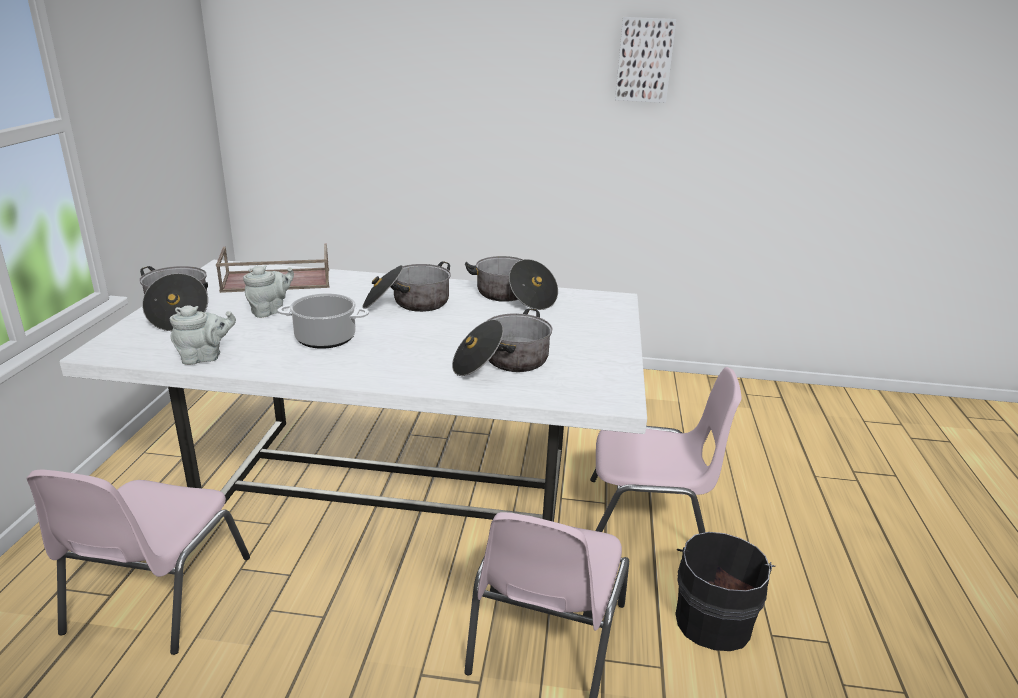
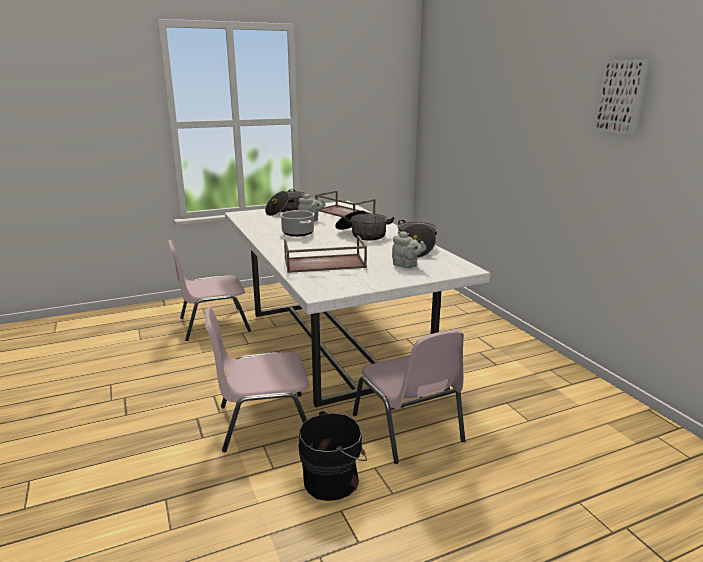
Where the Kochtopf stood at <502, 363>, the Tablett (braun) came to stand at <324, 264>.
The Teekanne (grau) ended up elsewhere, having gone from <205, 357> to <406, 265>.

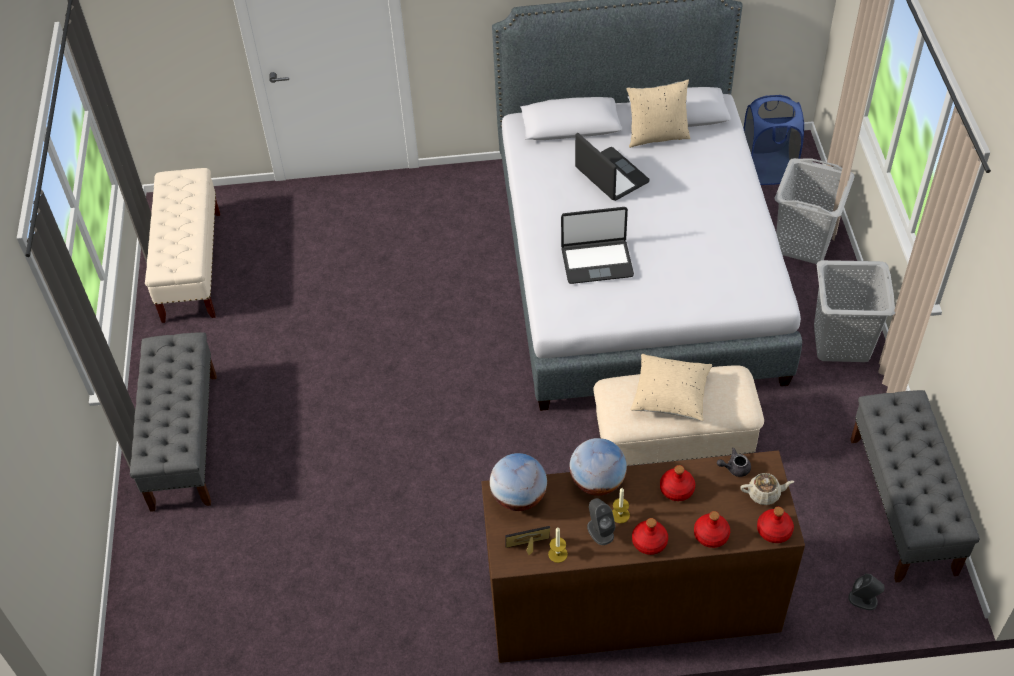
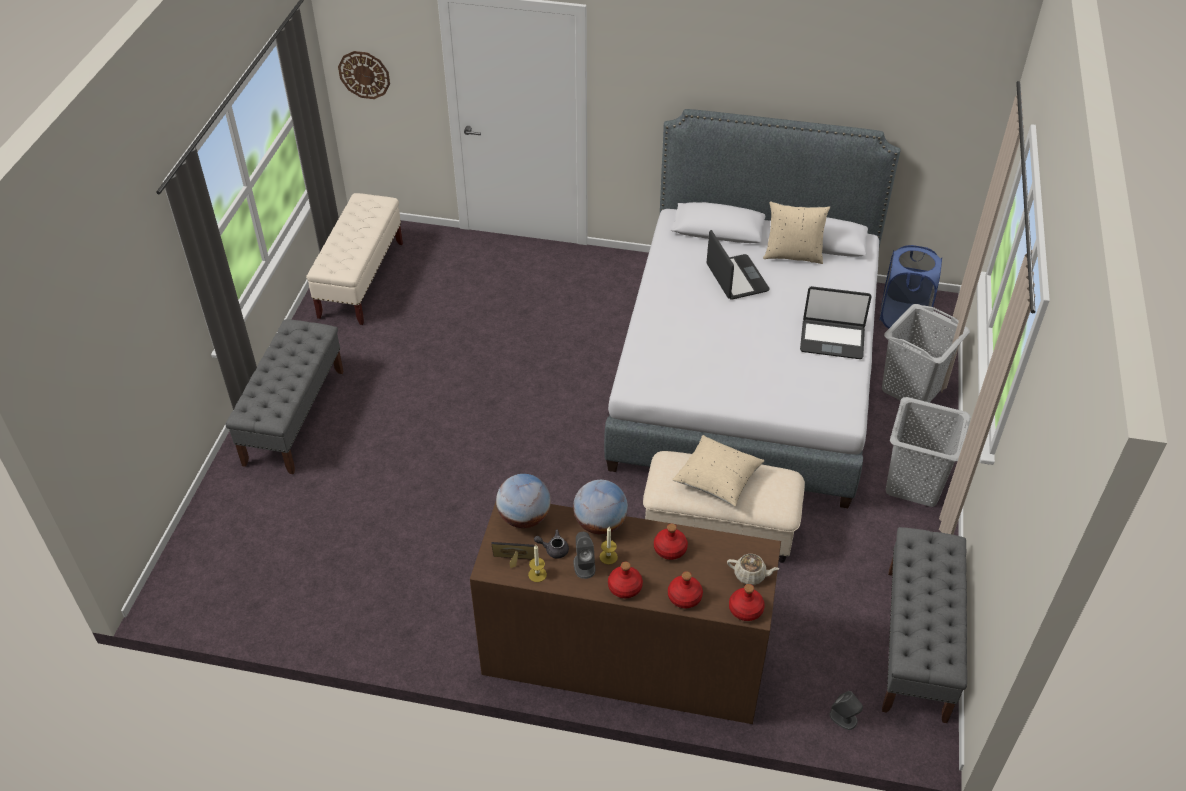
The second view gained the Wanduhr at <364, 74>.
The Teekanne (grau) ended up elsewhere, having gone from <734, 468> to <553, 549>.
The Laptop ended up elsewhere, having gone from <597, 262> to <832, 339>.

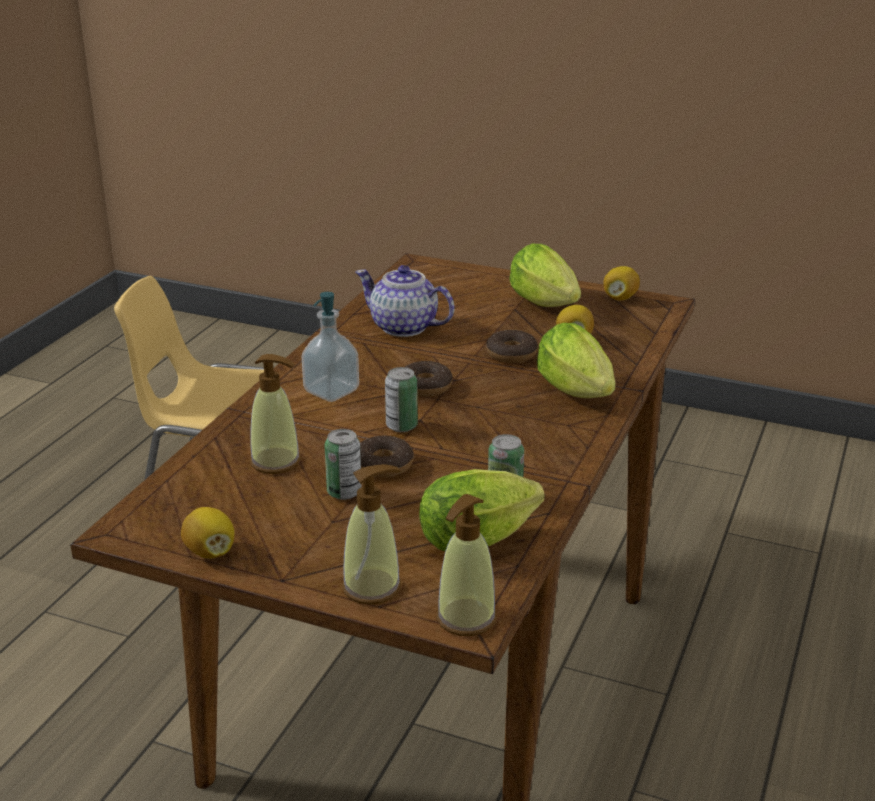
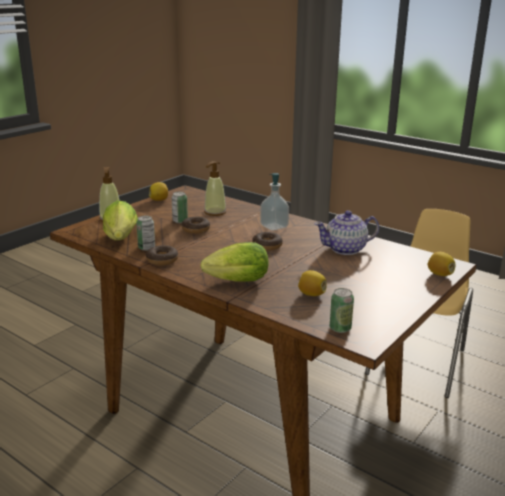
The Donut ended up elsewhere, having gone from <511, 354> to <162, 260>.
The Teekanne at <404, 327> ended up facing another way, 150 degrees counterclockwise from before.
The Dose ended up elsewhere, having gone from <401, 426> to <340, 328>.
The Zitrone ended up elsewhere, having gone from <620, 298> to <440, 274>.
The second view lost the Seifenspender at <466, 618>.
The second view lost the Salatkopf at <547, 305>.

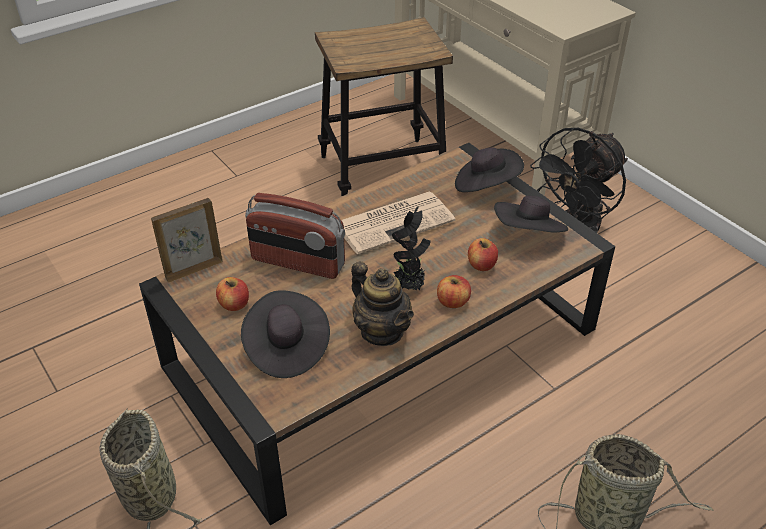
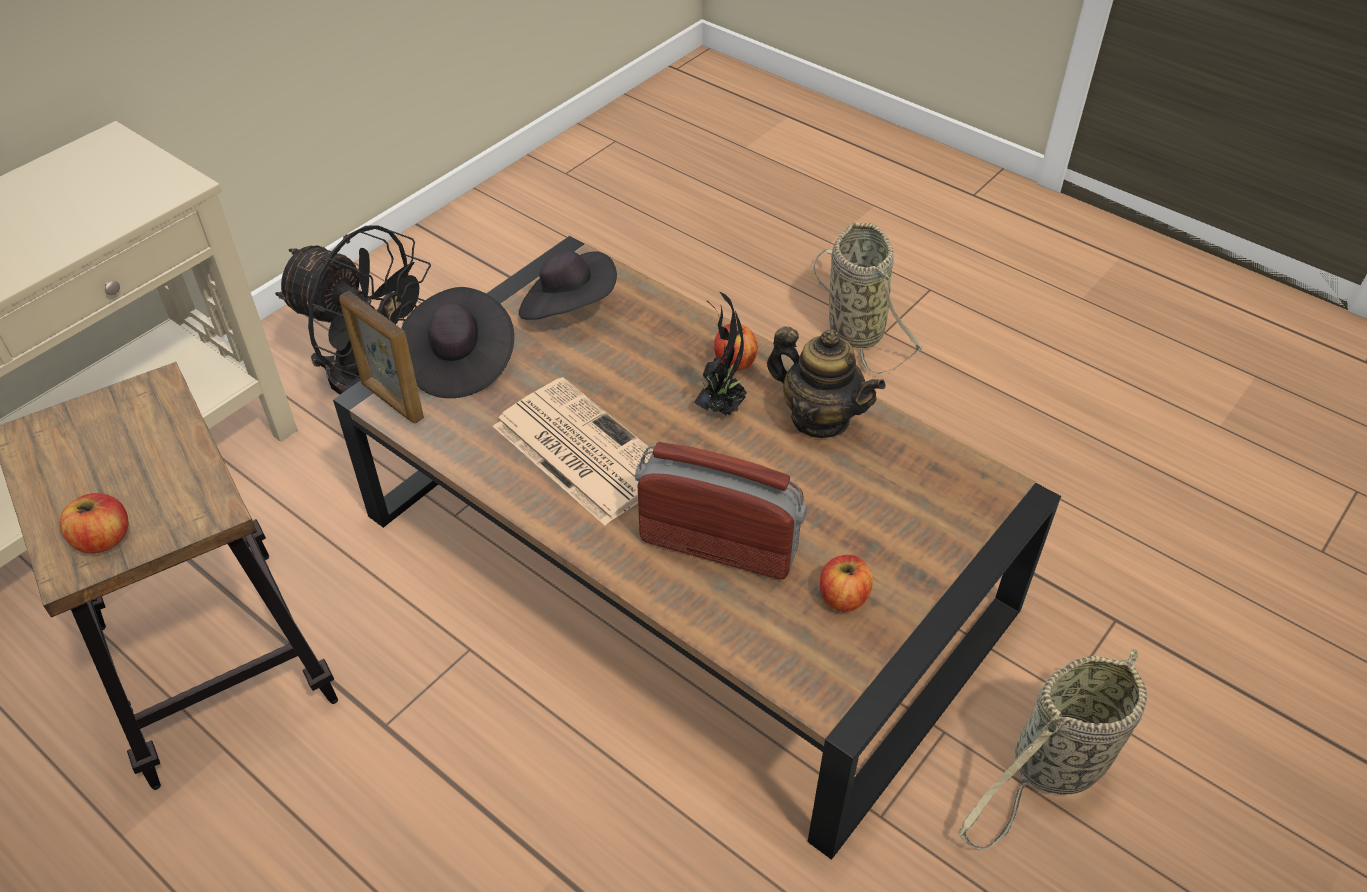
The Apfel ended up elsewhere, having gone from <481, 265> to <104, 539>.
The Bilderrahmen ended up elsewhere, having gone from <193, 269> to <392, 401>.
The Radio at <297, 263> ended up facing another way, 75 degrees counterclockwise from before.
The Teekanne at <382, 331> ended up facing another way, 90 degrees clockwise from before.
The second view lost the Hut (schwarz) at <286, 348>.

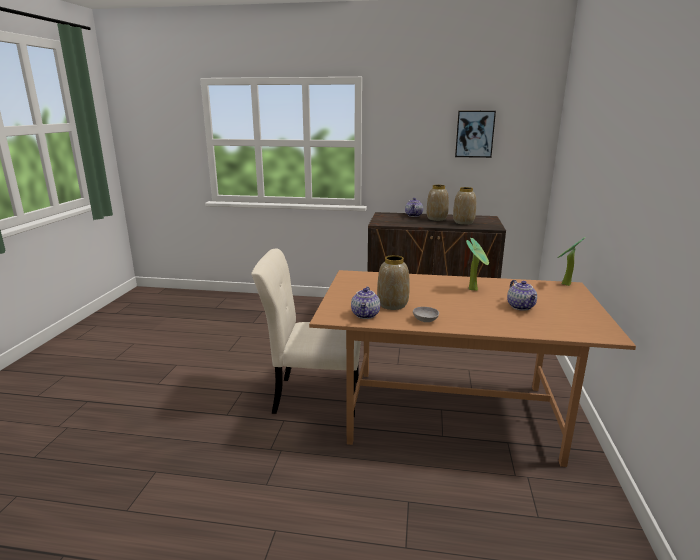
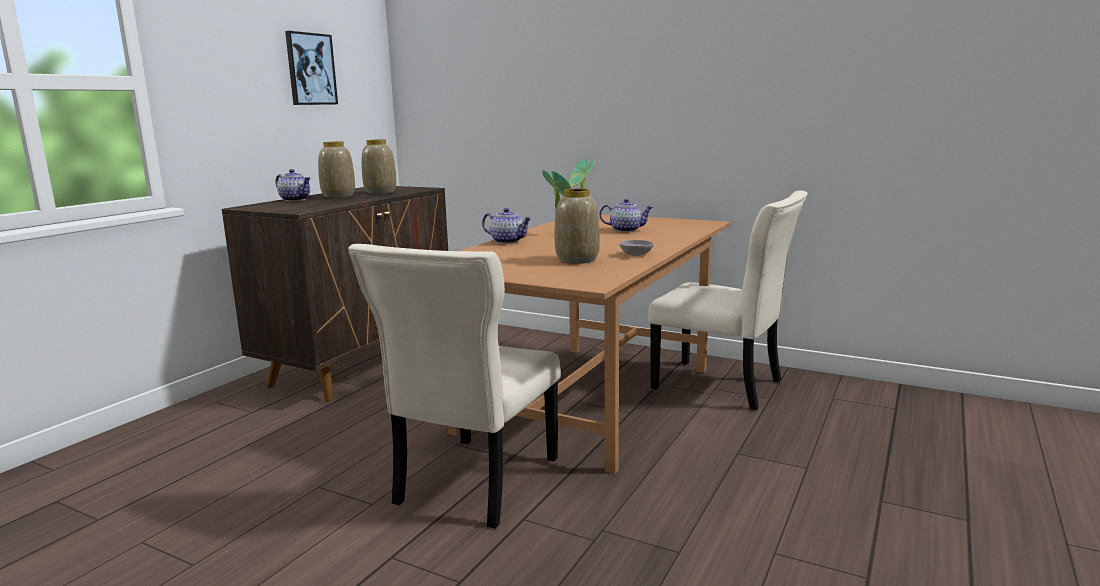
The Teekanne ended up elsewhere, having gone from <366, 315> to <508, 241>.
The second view gained the Stuhl (beige) at <722, 386>.

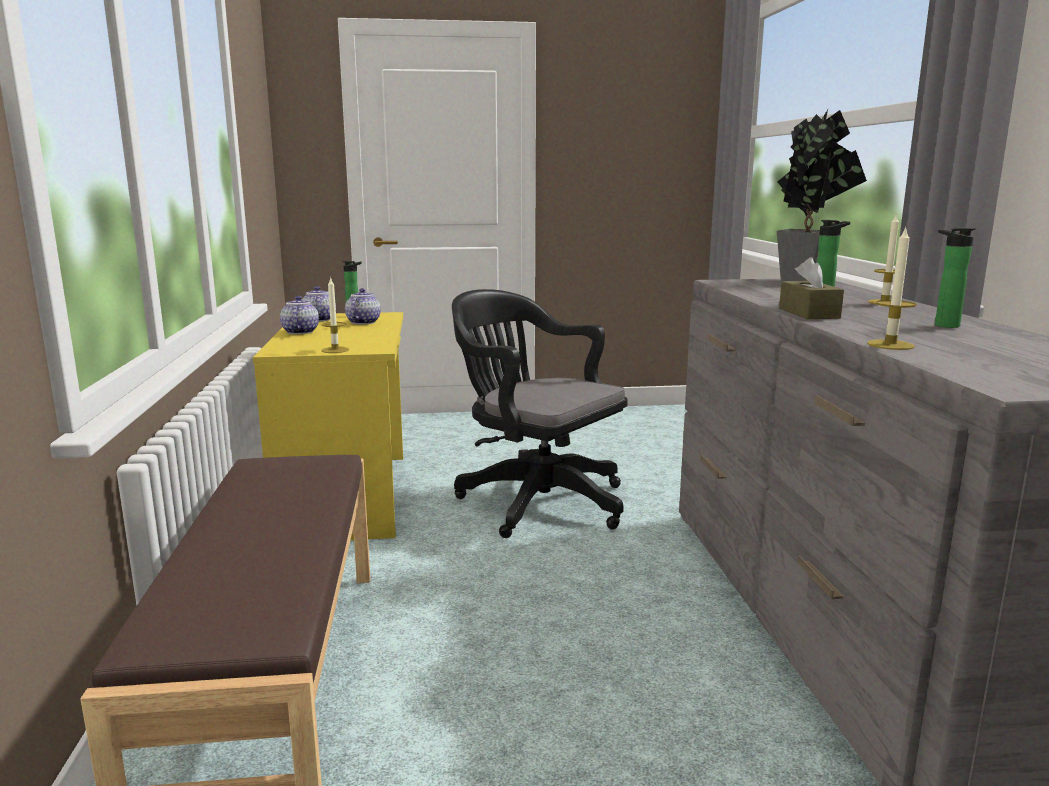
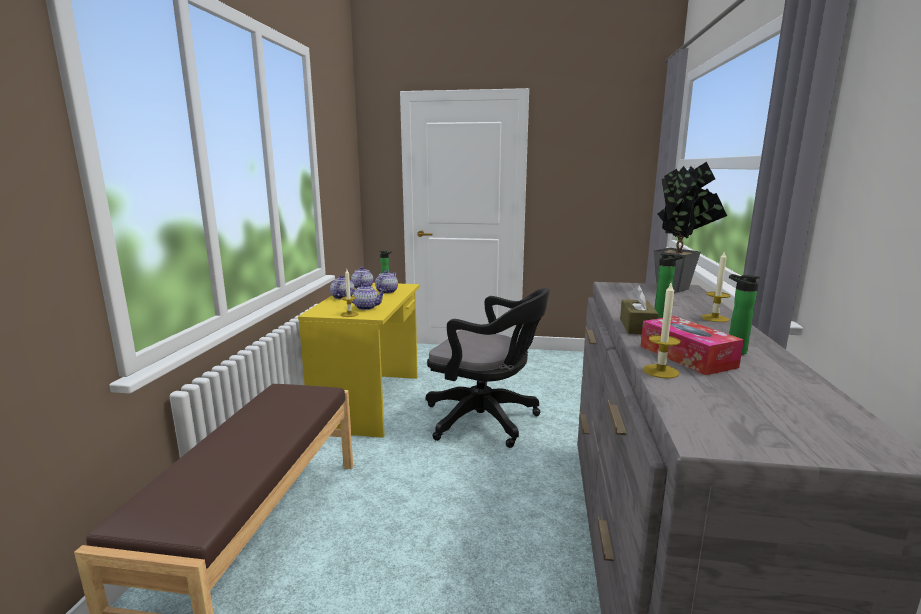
The second view gained the Teekanne at <367, 307>.
The Bürostuhl (schwarz) at <536, 500> ended up facing another way, 150 degrees clockwise from before.
The second view gained the Taschentuchbox at <687, 356>.

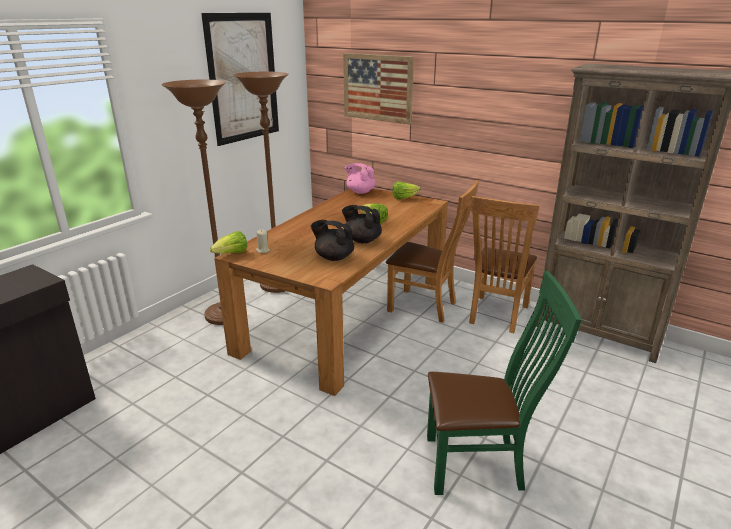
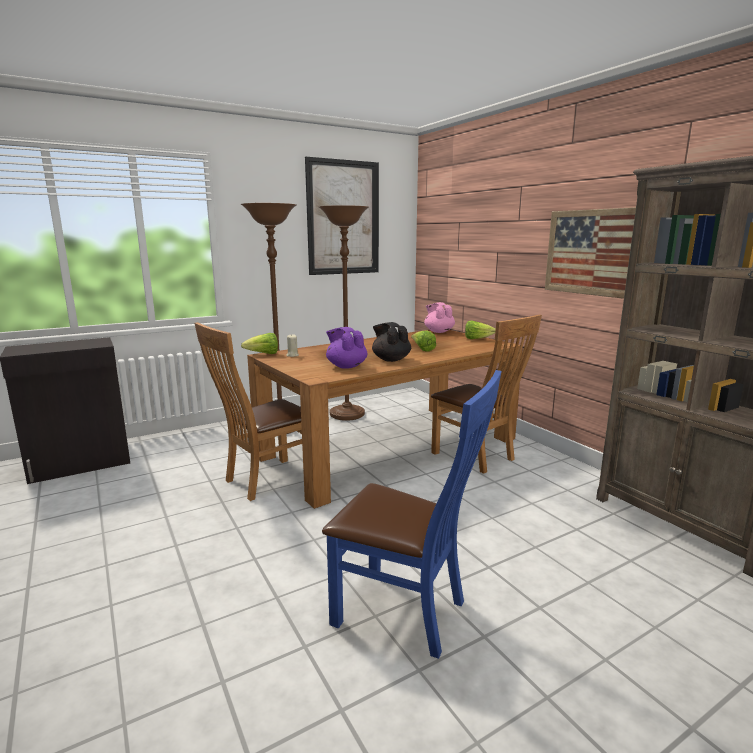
The Stuhl (braun) ended up elsewhere, having gone from <496, 316> to <265, 480>.
What was the Stuhl (grün) at <480, 464> turned into the Stuhl (blau) at <407, 613>.
What was the Teekanne (schwarz) at <333, 257> turned into the Teekanne (lila) at <346, 366>.
The Bild ended up elsewhere, having gone from <377, 88> to <592, 252>.

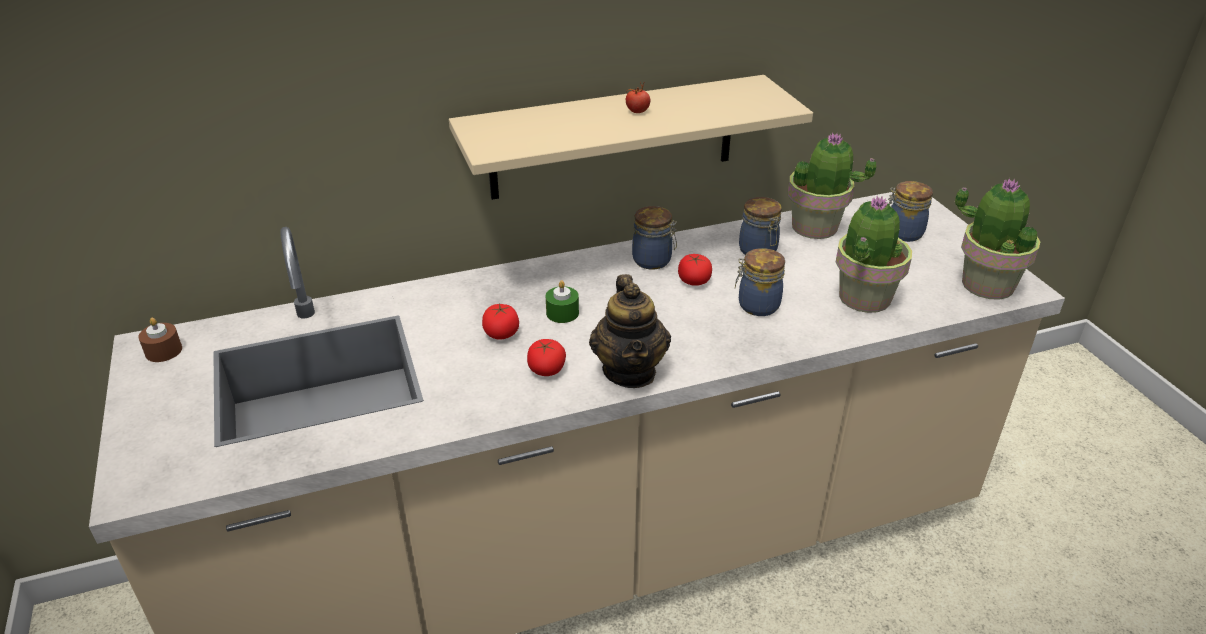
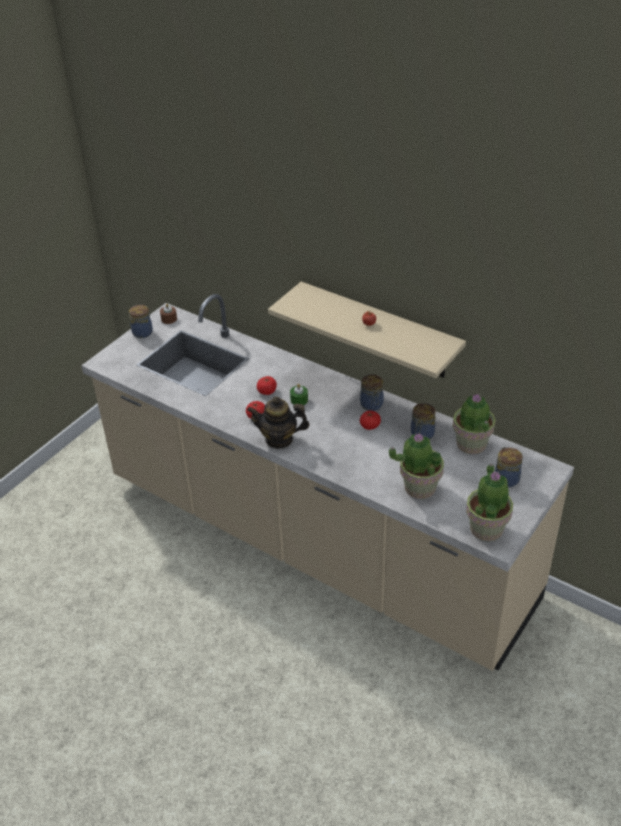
The Vorratsglas ended up elsewhere, having gone from <756, 305> to <142, 332>.
The Teekanne at <630, 371> ended up facing another way, 45 degrees clockwise from before.

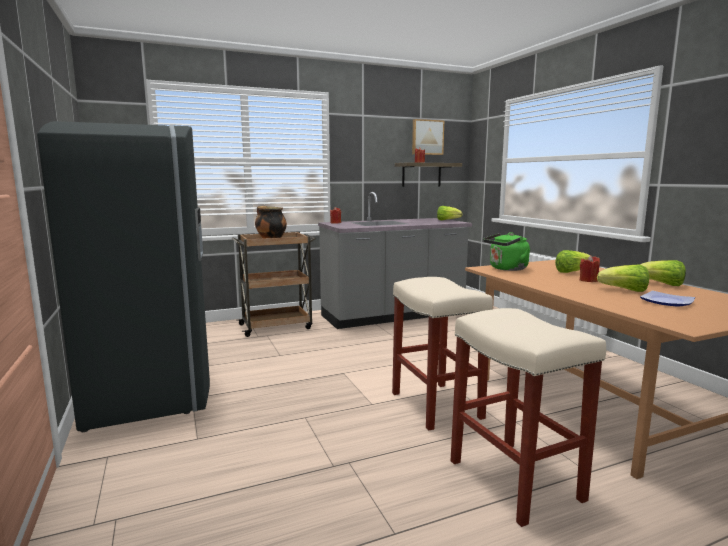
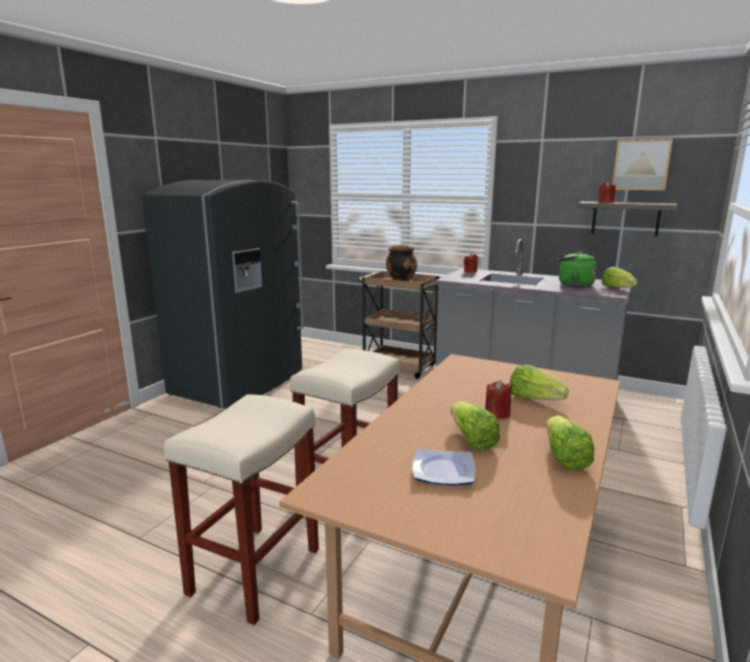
The Wasserkessel (grün) ended up elsewhere, having gone from <506, 269> to <573, 285>.

